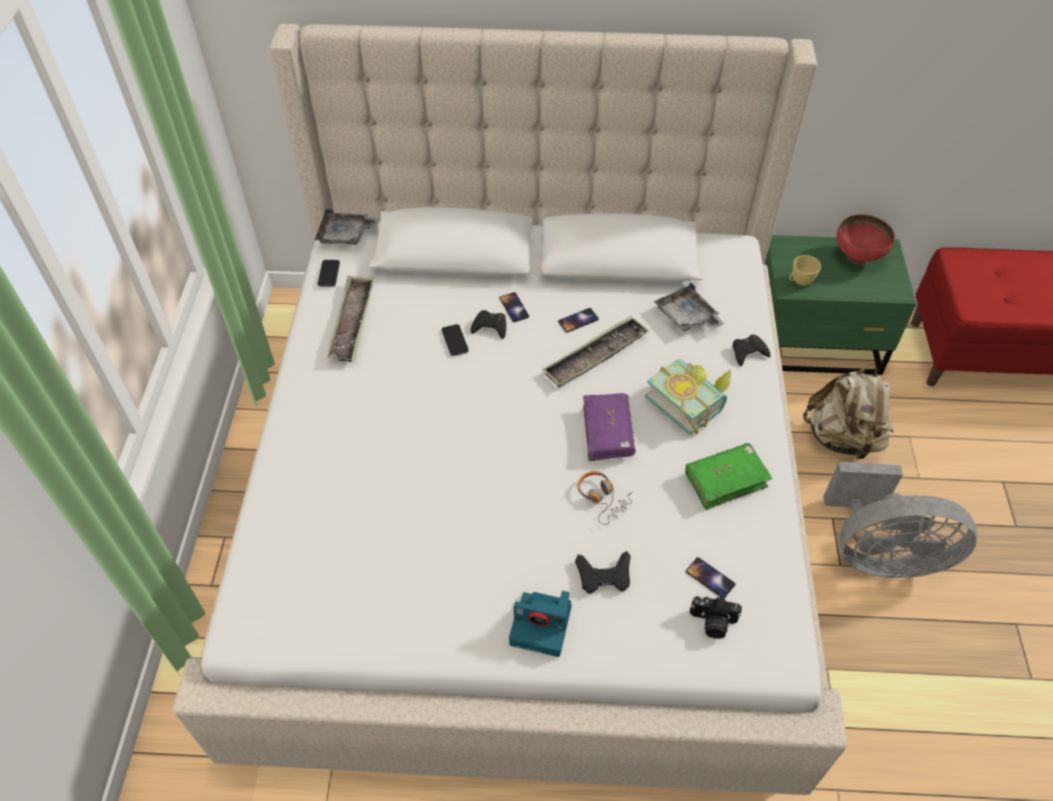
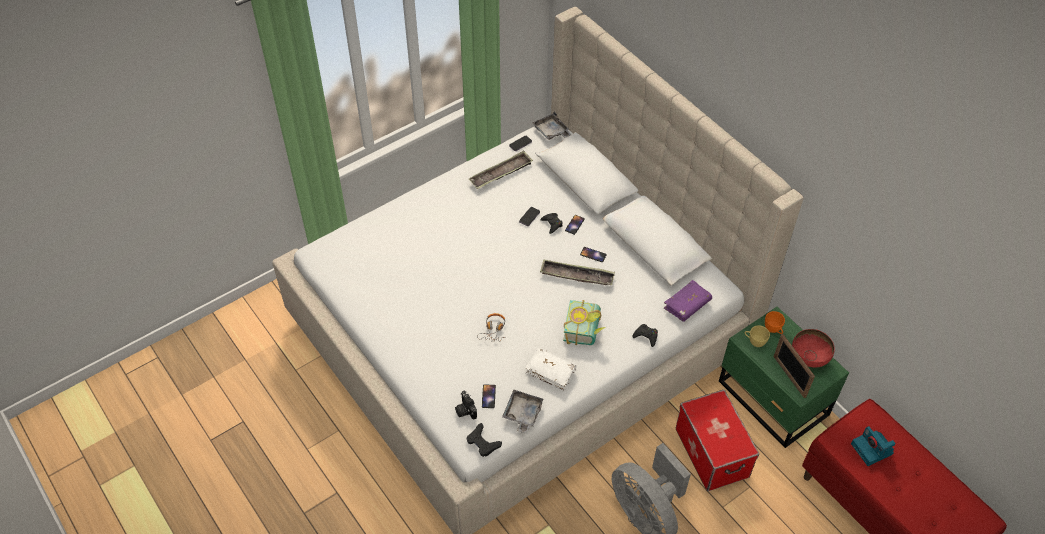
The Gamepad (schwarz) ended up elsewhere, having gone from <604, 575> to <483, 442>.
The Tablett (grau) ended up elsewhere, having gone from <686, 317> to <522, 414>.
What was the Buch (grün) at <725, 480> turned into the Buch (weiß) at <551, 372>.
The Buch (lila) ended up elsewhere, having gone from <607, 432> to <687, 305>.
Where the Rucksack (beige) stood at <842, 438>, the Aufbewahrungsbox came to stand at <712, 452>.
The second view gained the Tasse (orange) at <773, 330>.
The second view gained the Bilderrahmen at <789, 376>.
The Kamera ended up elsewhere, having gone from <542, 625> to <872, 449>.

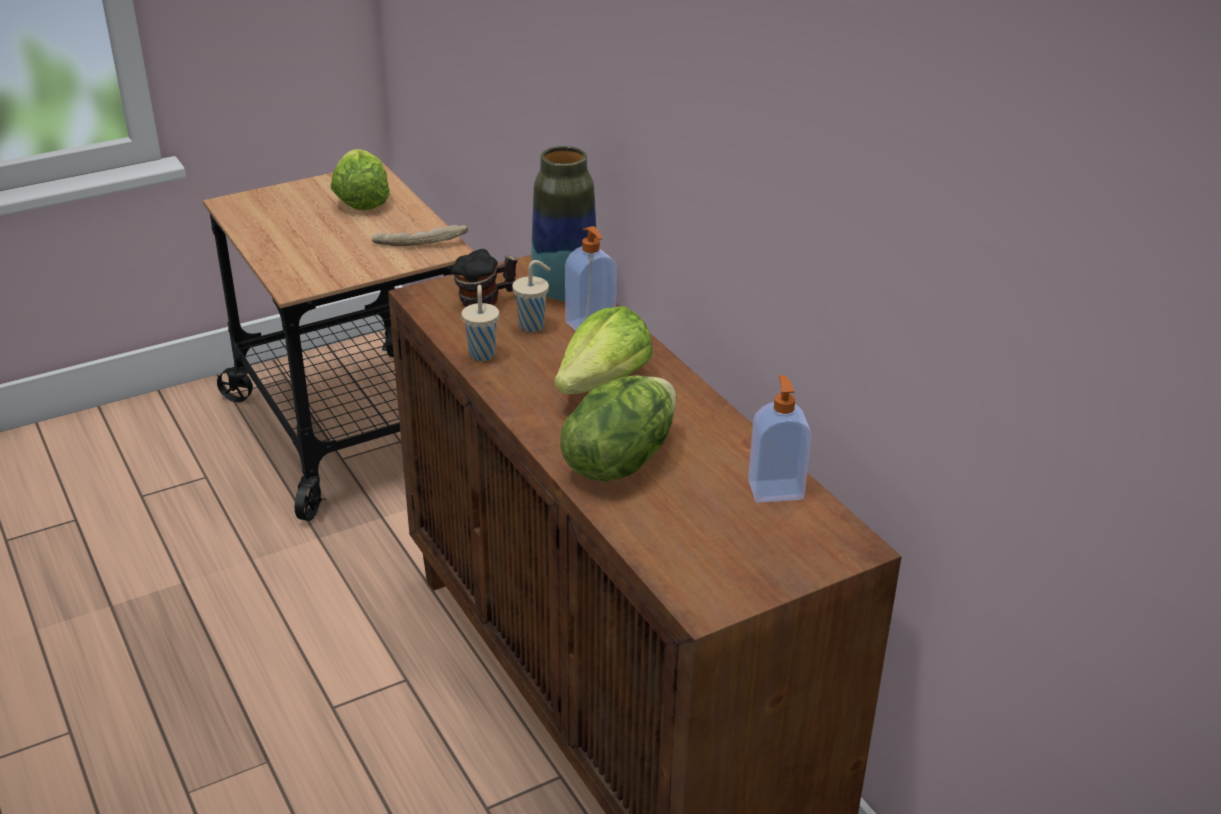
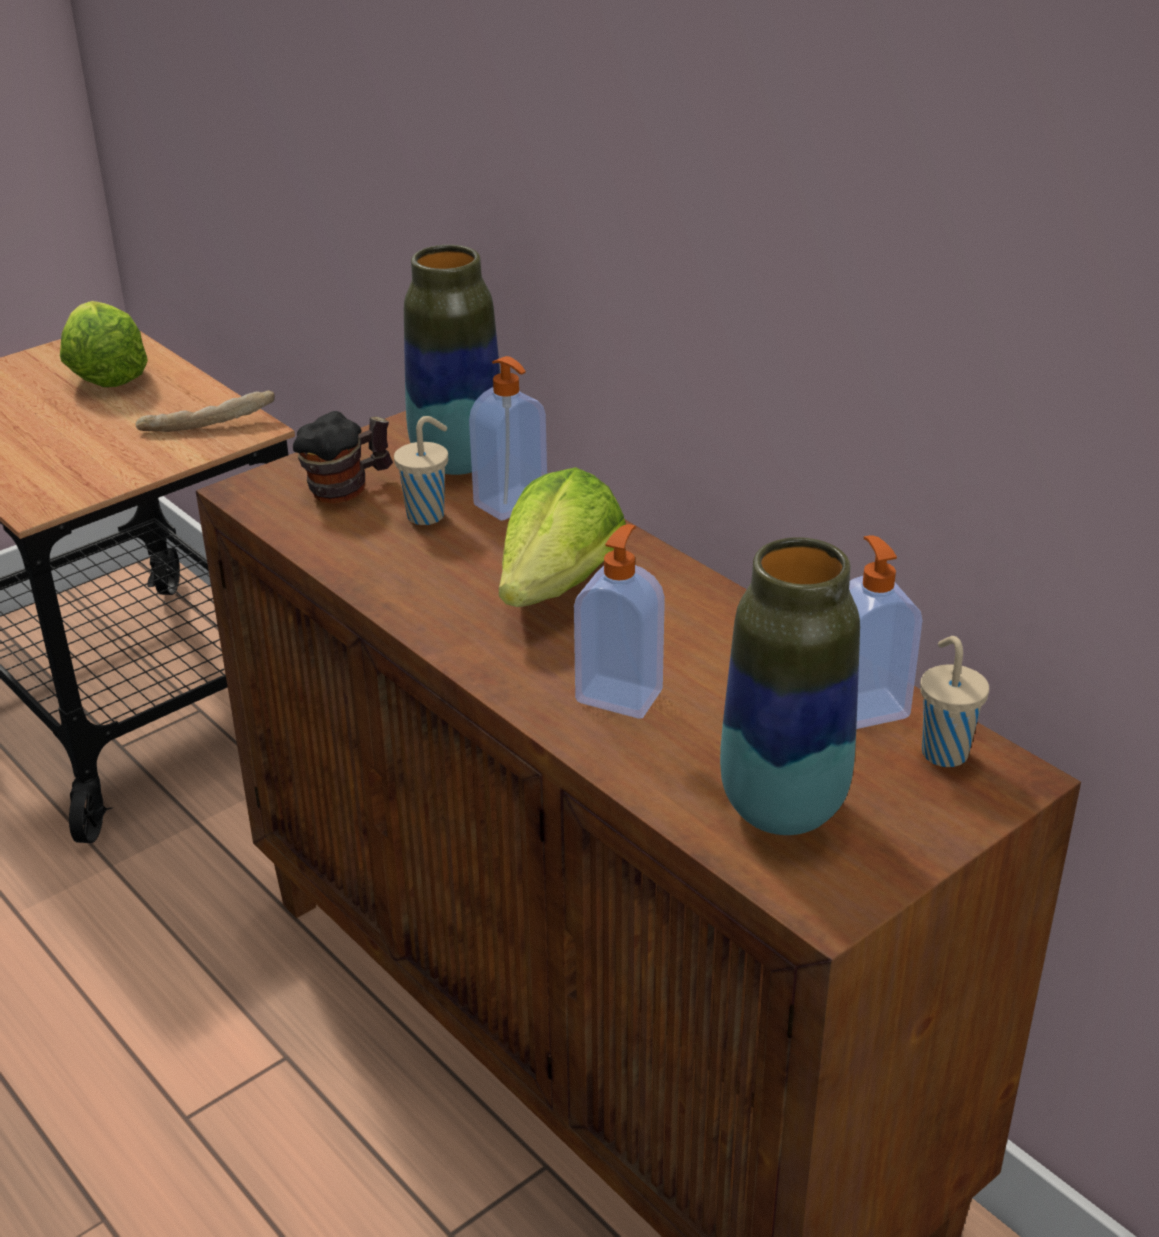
Where the Salatkopf stood at <619, 460>, the Seifenspender came to stand at <620, 695>.
The second view gained the Vase at <783, 809>.
The Tasse (beige) ended up elsewhere, having gone from <482, 353> to <943, 751>.

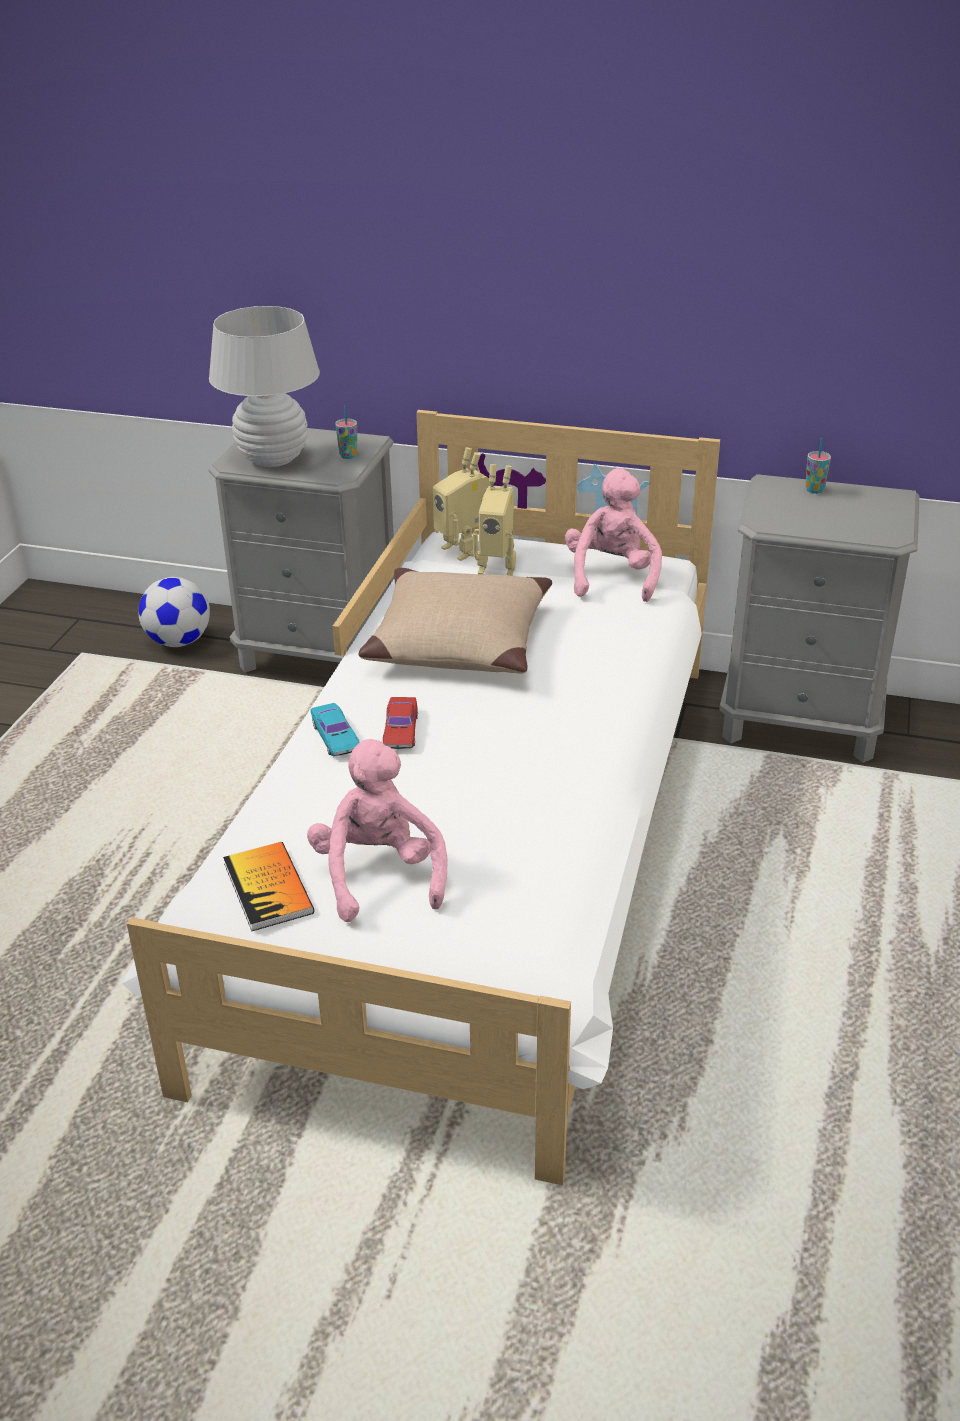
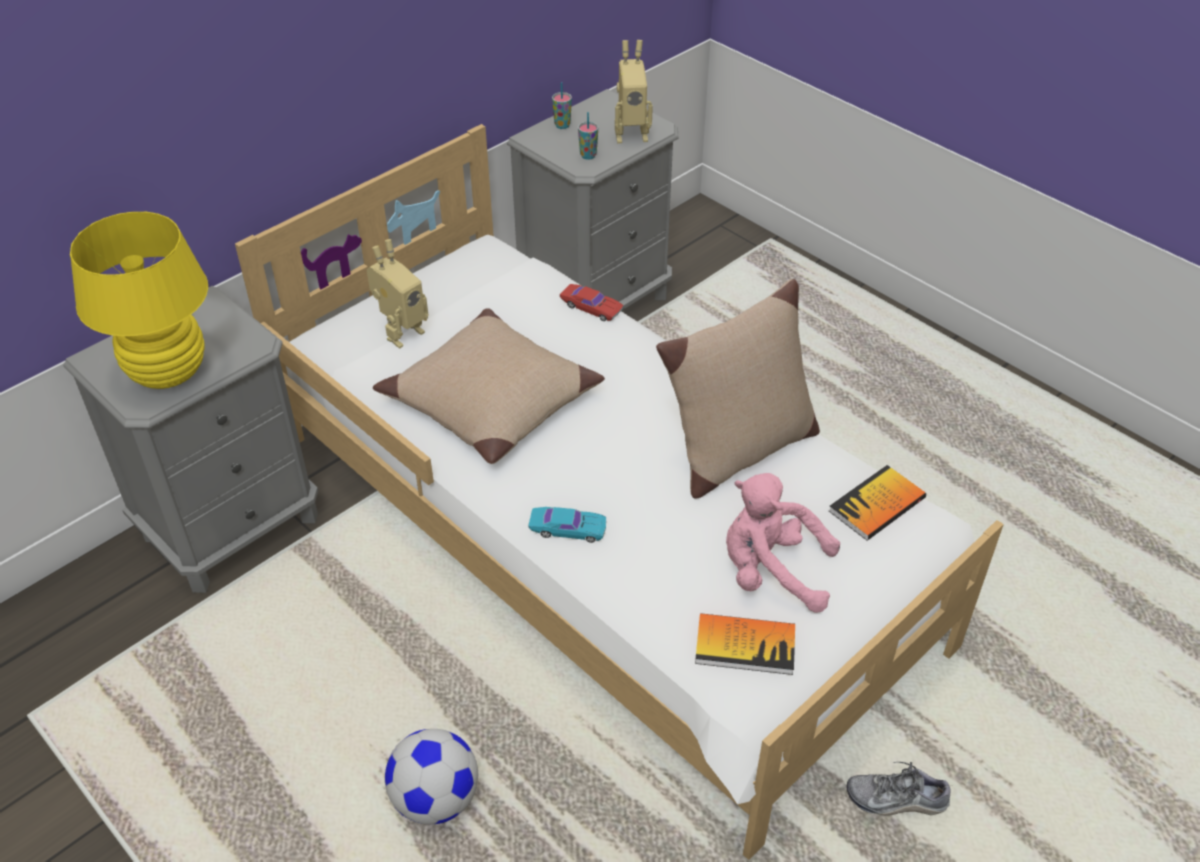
What was the Tischlampe (weiß) at <273, 459> turned into the Tischlampe (gelb) at <169, 373>.
The Fußball ended up elsewhere, having gone from <179, 641> to <436, 799>.
The Spielzeugauto (rot) ended up elsewhere, having gone from <401, 729> to <591, 307>.
The Tasse ended up elsewhere, having gone from <348, 456> to <588, 156>.
The Spielzeugroboter ended up elsewhere, having gone from <464, 549> to <631, 134>.
The second view gained the Kissen (beige) at <738, 452>.
The second view gained the Buch at <877, 504>.
The second view gained the Schuh at <896, 799>.
The second view lost the Plüschtier (rosa) at <612, 576>.

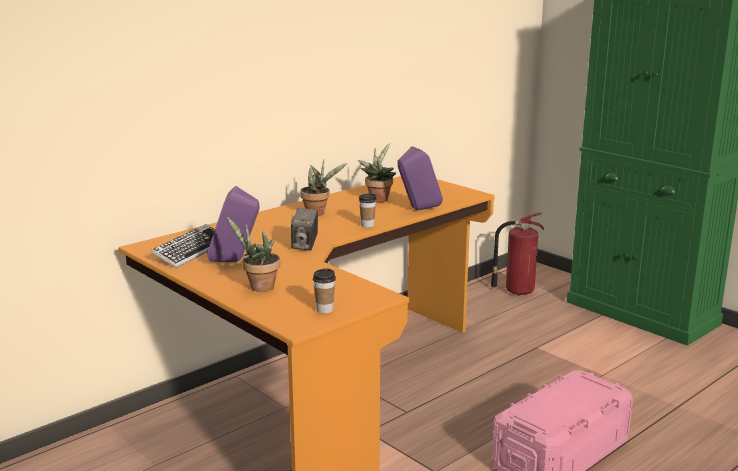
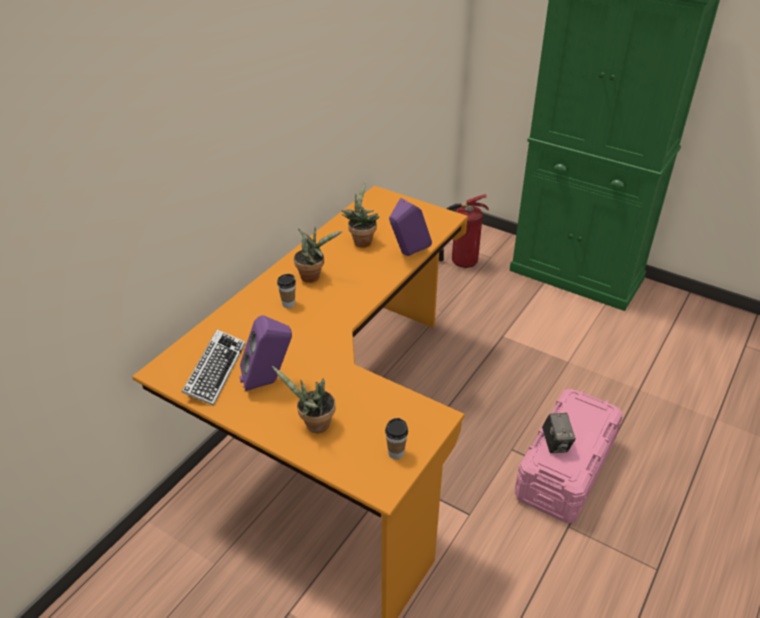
The Tasse ended up elsewhere, having gone from <367, 225> to <288, 304>.
The Kamera ended up elsewhere, having gone from <305, 246> to <556, 443>.

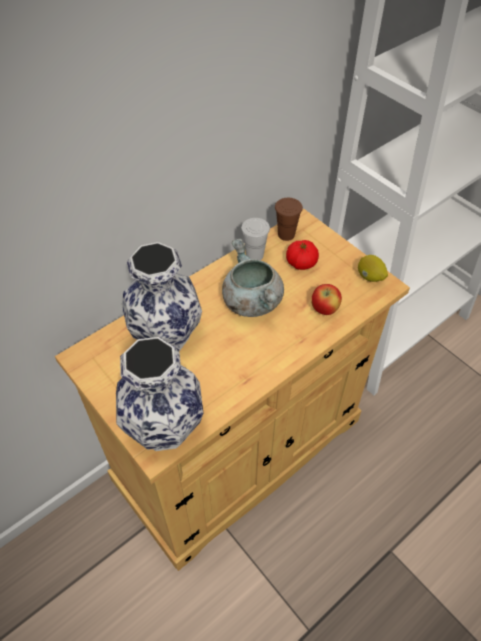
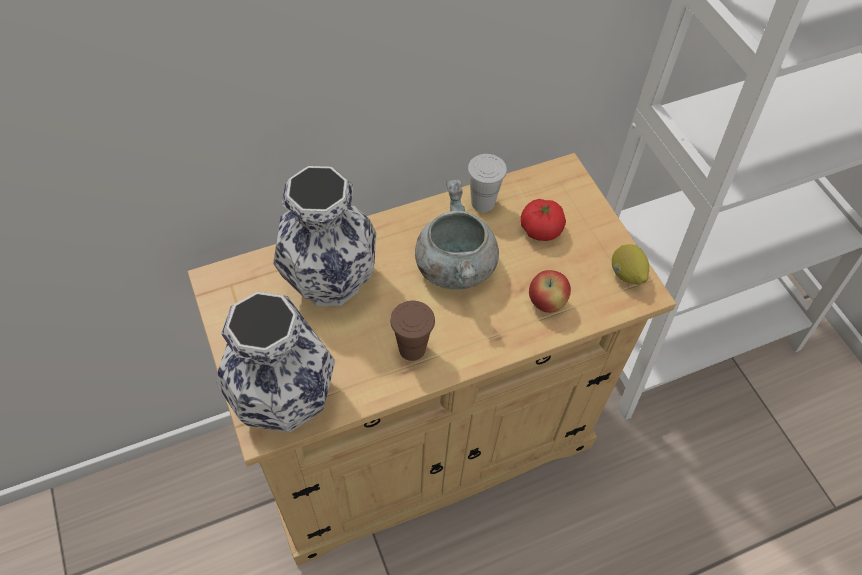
The Tasse (braun) ended up elsewhere, having gone from <286, 234> to <412, 349>.

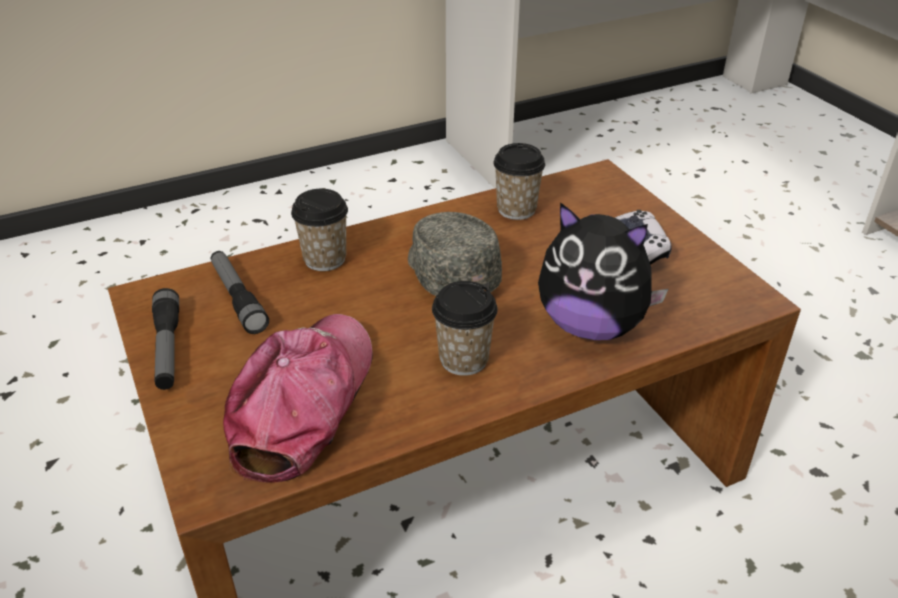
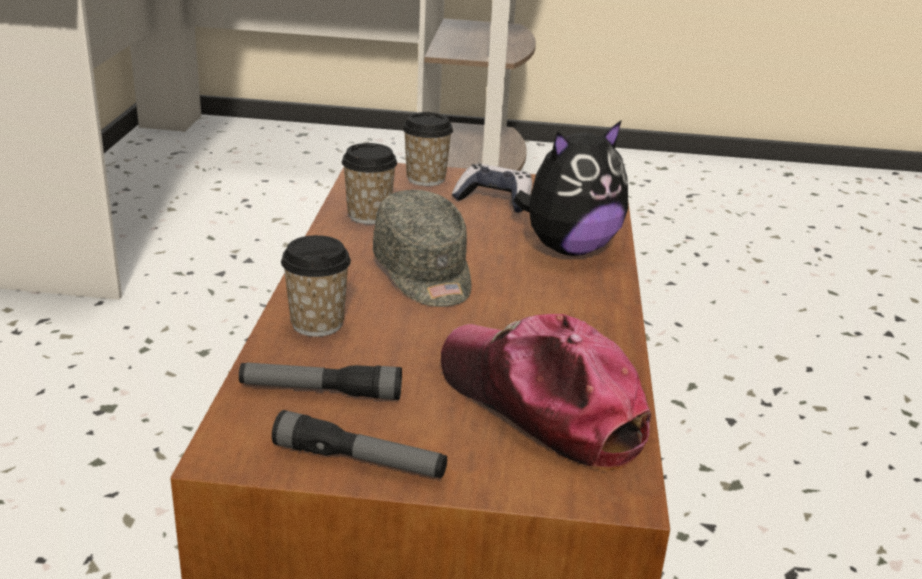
The Kappe (grau) at <450, 272> ended up facing another way, 120 degrees counterclockwise from before.
The Tasse ended up elsewhere, having gone from <463, 359> to <426, 179>.

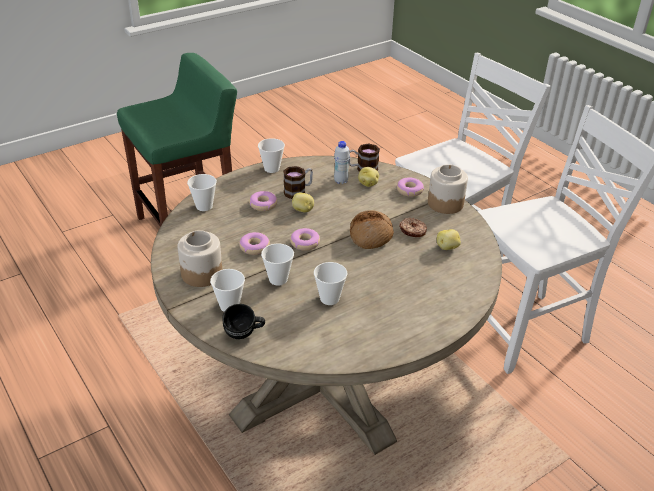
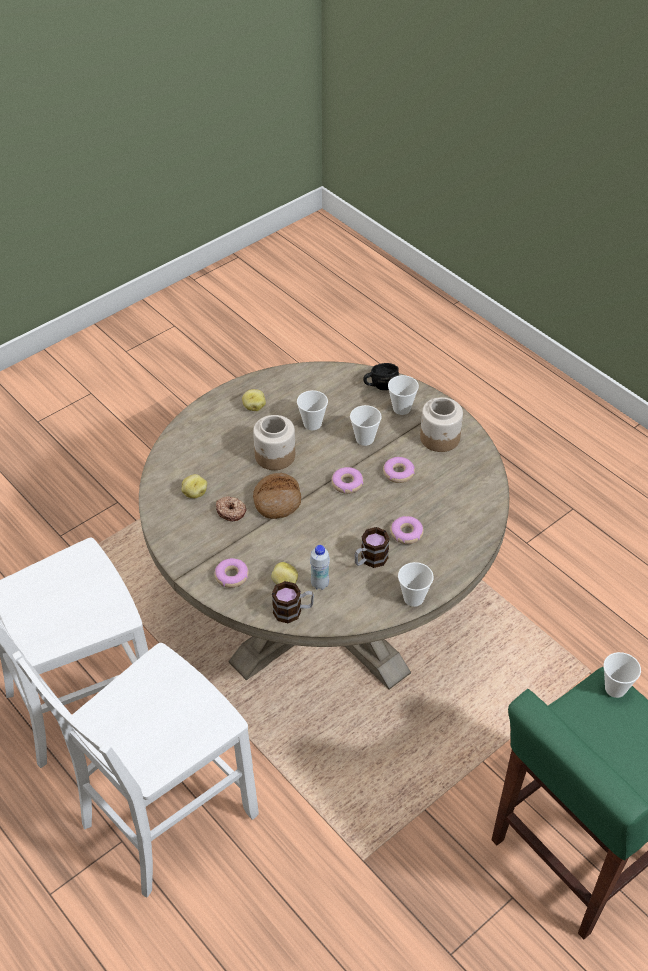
The Kartoffel ended up elsewhere, having gone from <303, 210> to <254, 407>.
The Vorratsglas ended up elsewhere, having gone from <445, 203> to <275, 456>.
The Tasse ended up elsewhere, having gone from <204, 206> to <615, 688>.

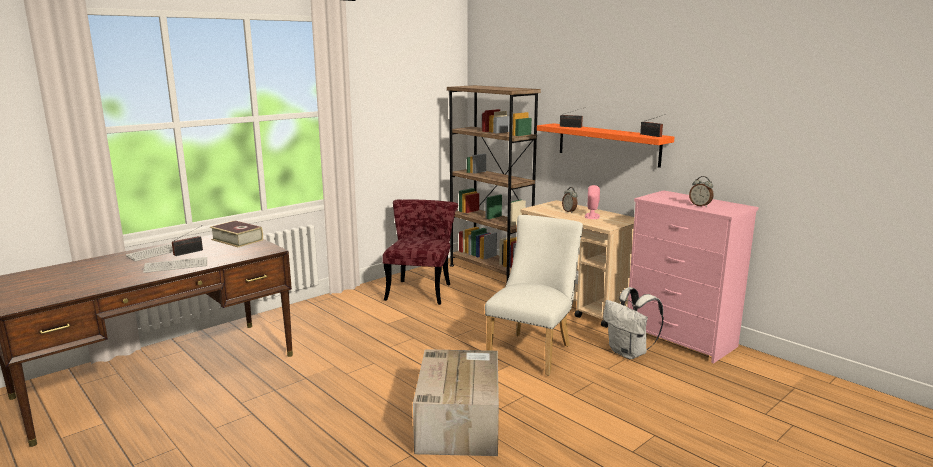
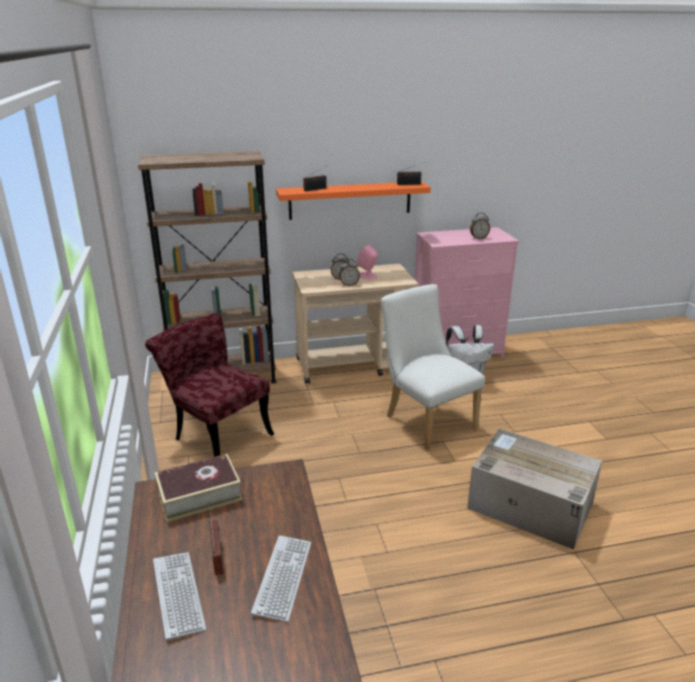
The second view gained the Wecker at <349, 284>.

